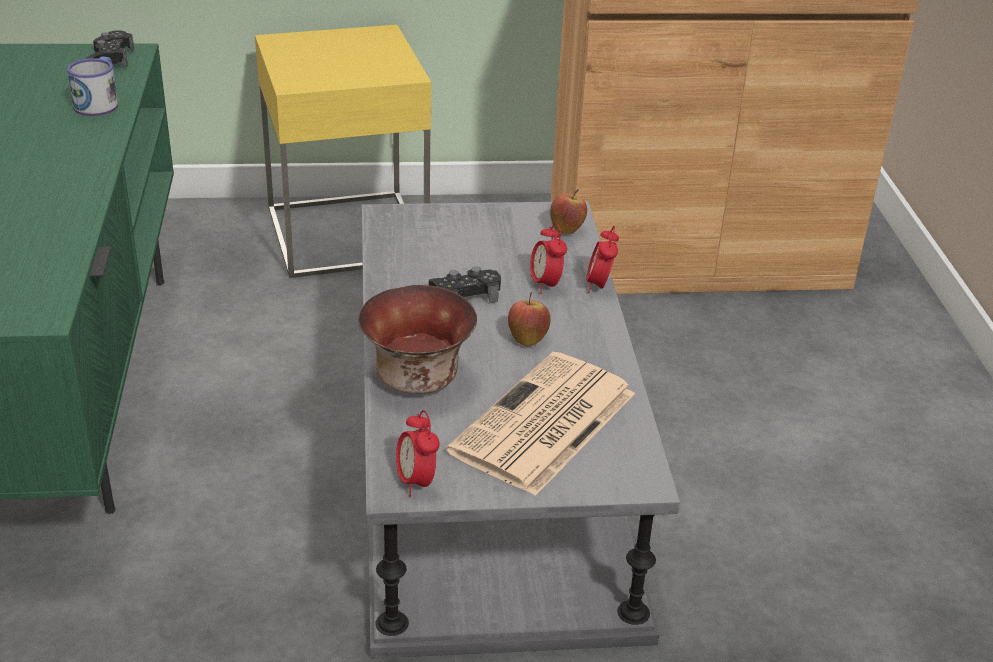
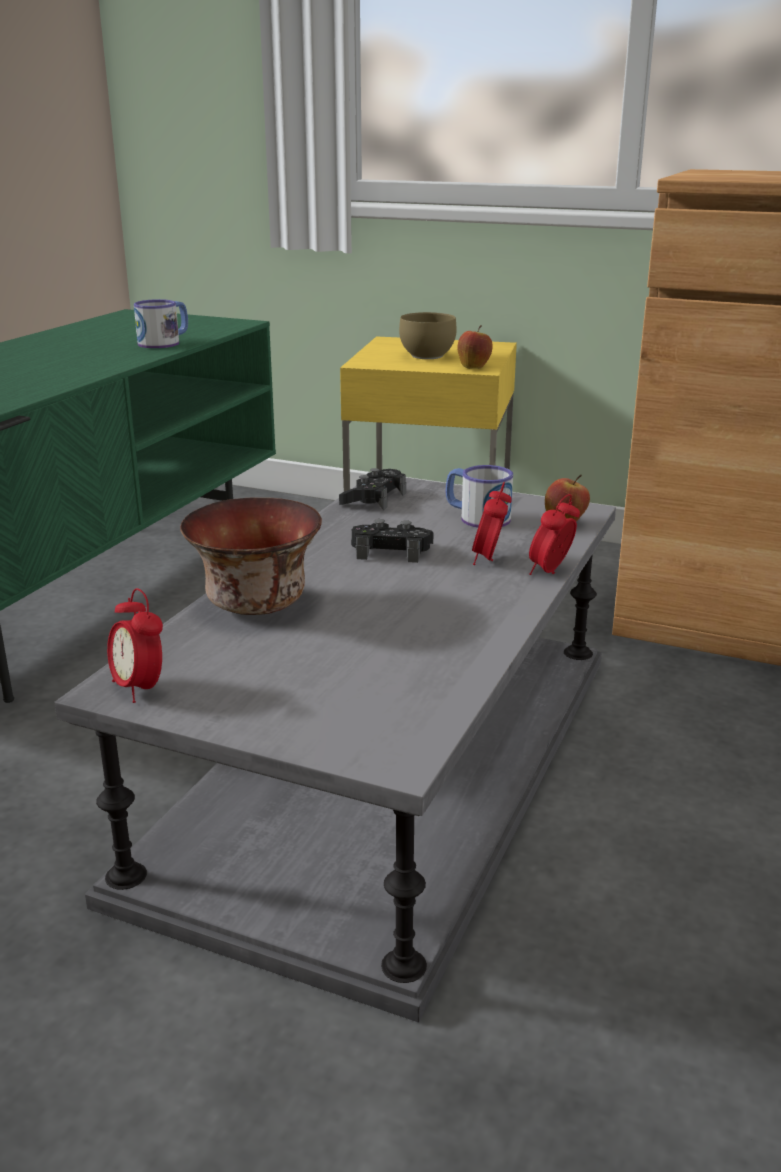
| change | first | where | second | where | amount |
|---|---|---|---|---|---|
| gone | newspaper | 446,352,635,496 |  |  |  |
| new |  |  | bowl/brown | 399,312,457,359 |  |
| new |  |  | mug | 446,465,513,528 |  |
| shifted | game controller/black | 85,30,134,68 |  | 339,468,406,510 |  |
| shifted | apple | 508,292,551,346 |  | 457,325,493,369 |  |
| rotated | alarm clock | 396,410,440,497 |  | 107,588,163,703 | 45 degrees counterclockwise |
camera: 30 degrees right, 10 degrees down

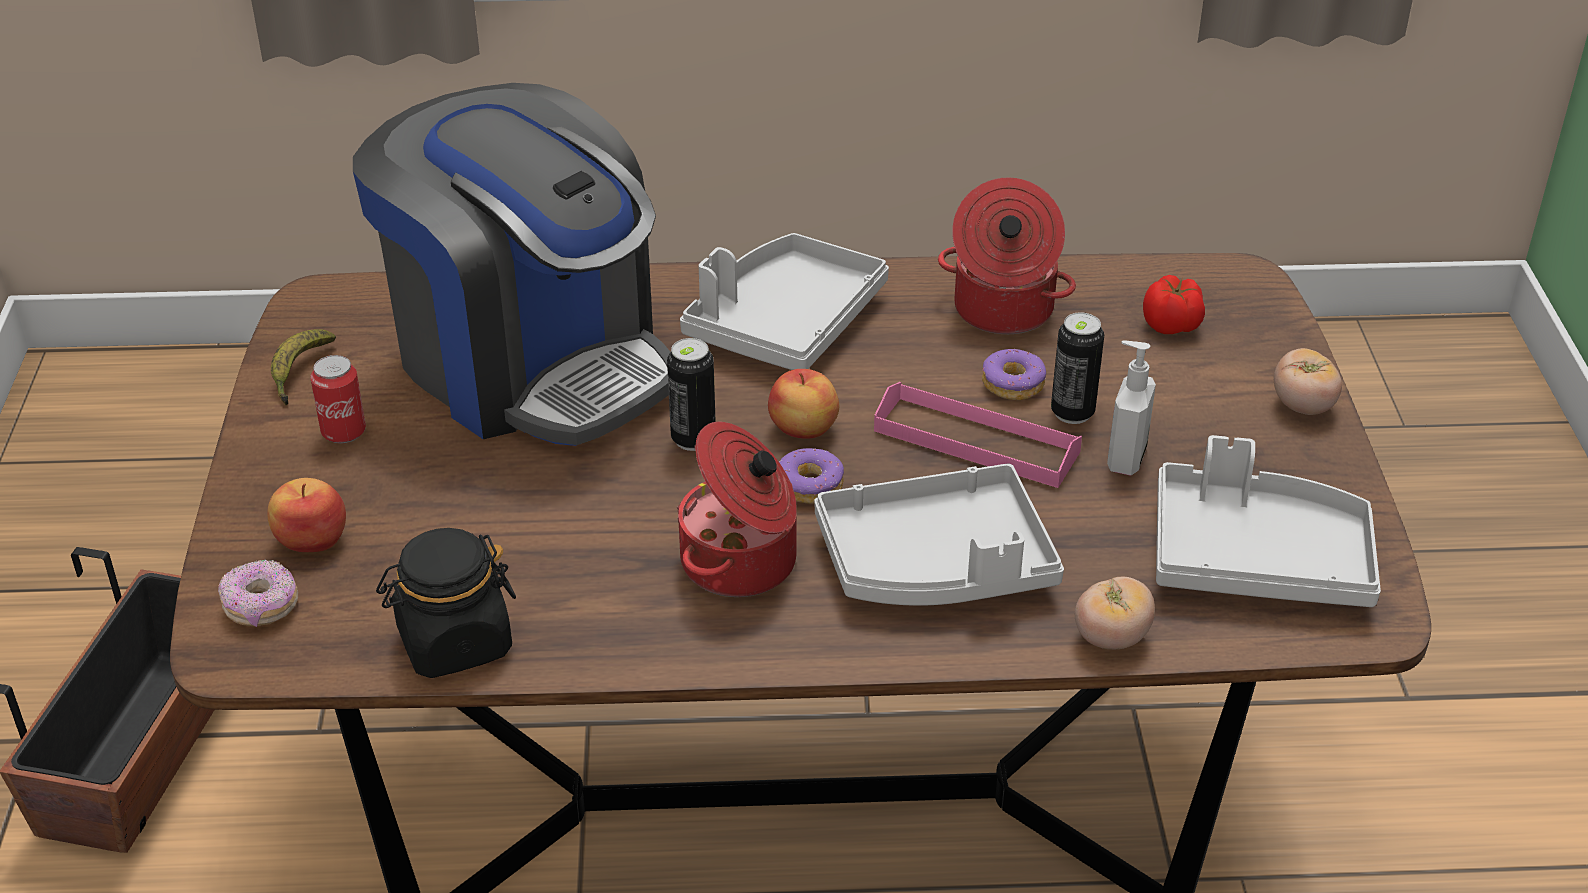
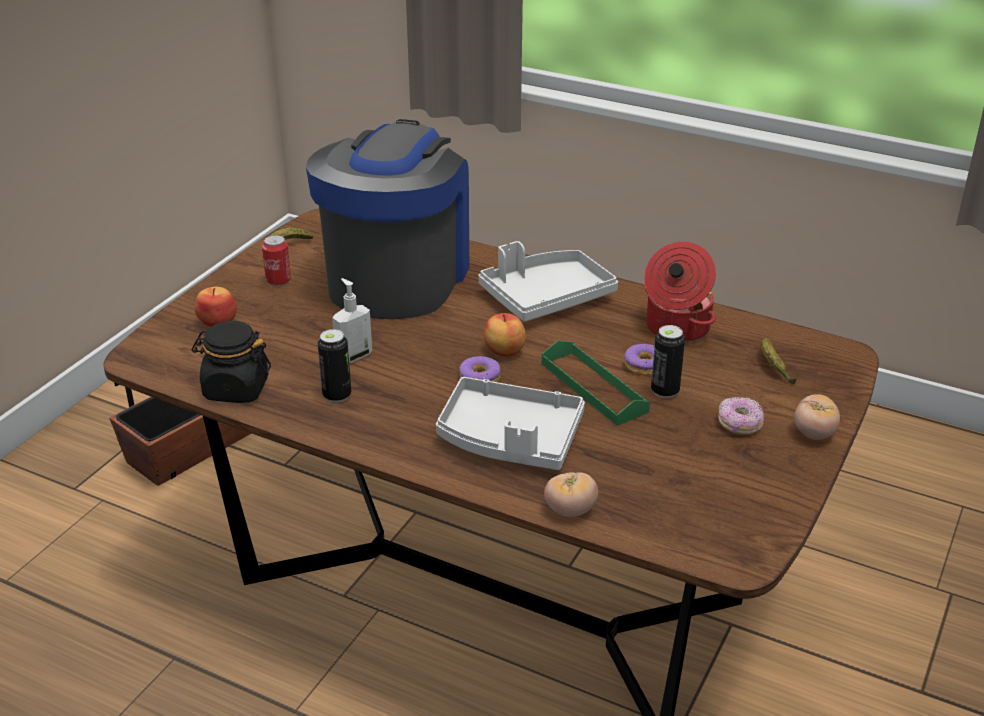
| change | first | where | second | where | amount |
|---|---|---|---|---|---|
| gone | cooking pot | 677,422,797,597 |  |  |  |
| gone | tray/grey | 1156,435,1381,607 |  |  |  |
| shifted | donut | 218,559,298,627 |  | 718,397,764,434 |  |
| shifted | can | 667,338,716,451 |  | 318,329,351,403 |  |
| shifted | soap dispenser | 1107,341,1156,476 |  | 332,278,372,363 |  |
| swapped | tomato | 1143,275,1205,334 | banana | 761,338,796,384 |  |
| repainted | tray/pink | 874,382,1082,488 | tray/green | 542,340,650,426 |  |
| rotated | coffee machine | 353,83,670,446 |  | 306,119,469,320 | 150 degrees counterclockwise |
camera: 30 degrees right, 5 degrees down

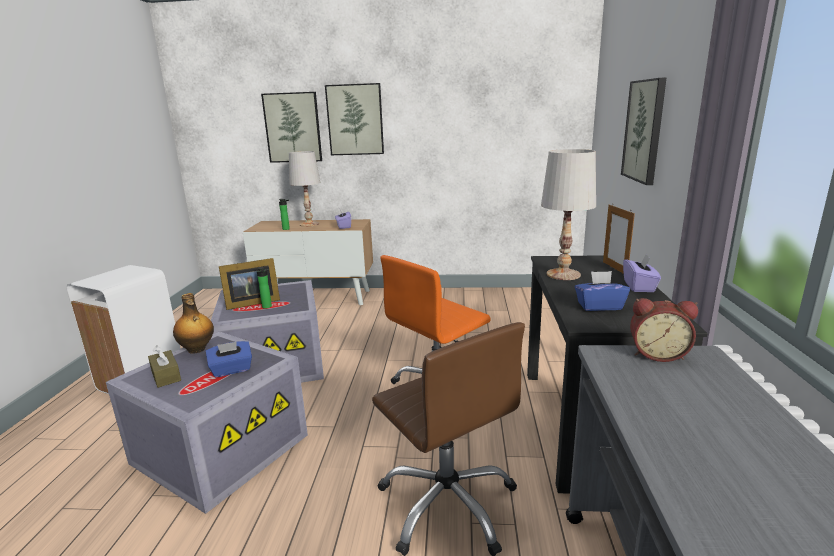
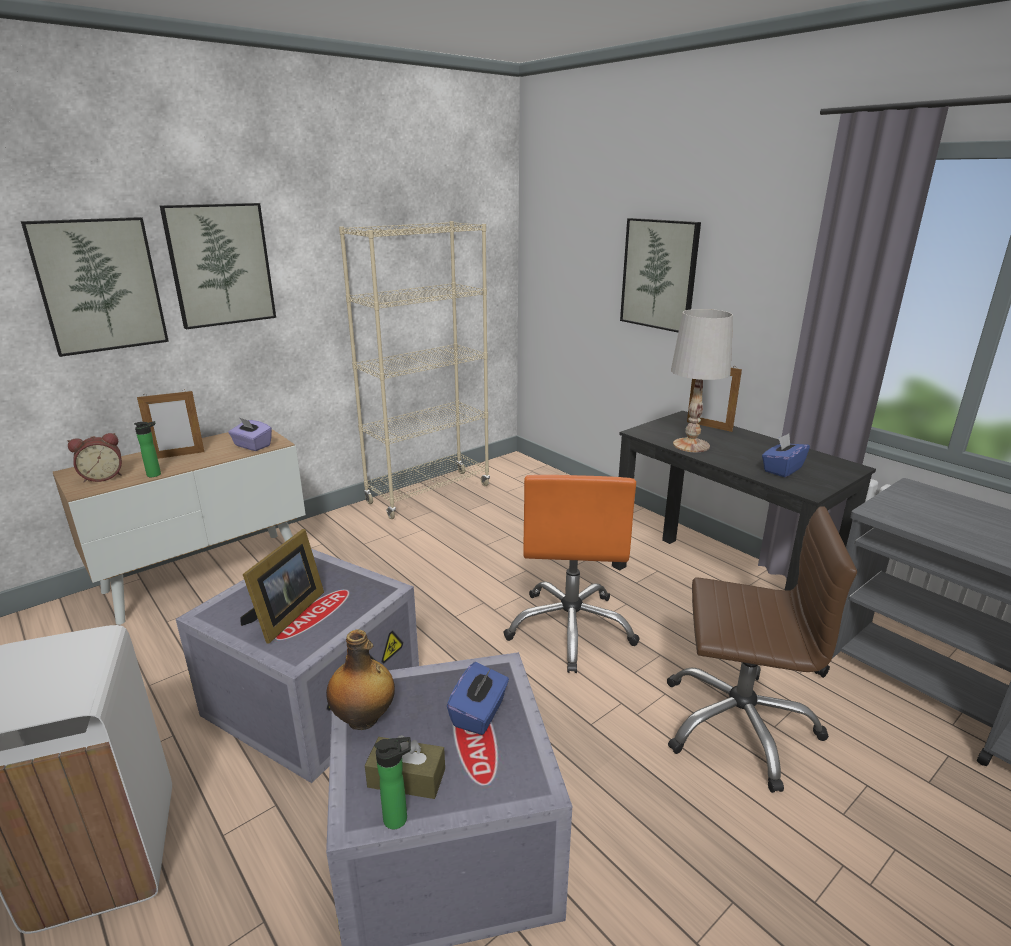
| change | first | where | second | where | amount |
|---|---|---|---|---|---|
| gone | tissue box/purple | 623,254,661,292 |  |  |  |
| new |  |  | bookcase/beige | 339,221,490,519 |  |
| shifted | bottle | 257,267,272,308 |  | 374,737,411,829 |  |
| shifted | alarm clock | 630,298,698,362 |  | 68,433,122,482 |  |
| swapped | table lamp/white | 289,151,320,227 | picture frame | 137,390,204,459 |  |
camera: 45 degrees left, 5 degrees up

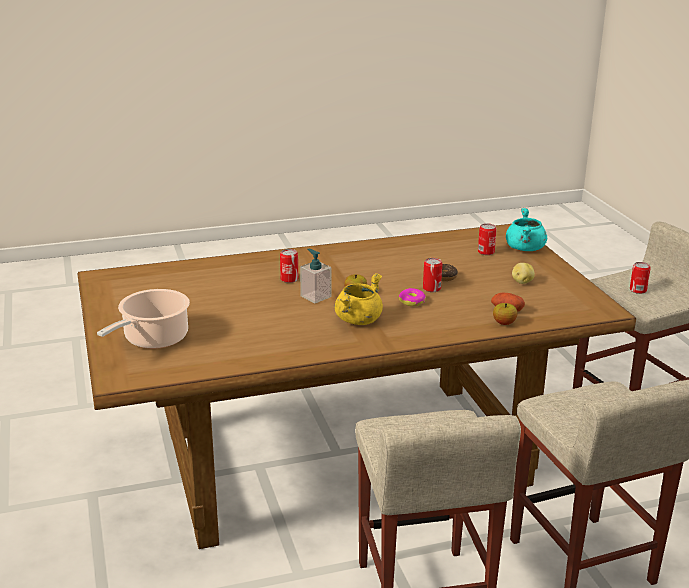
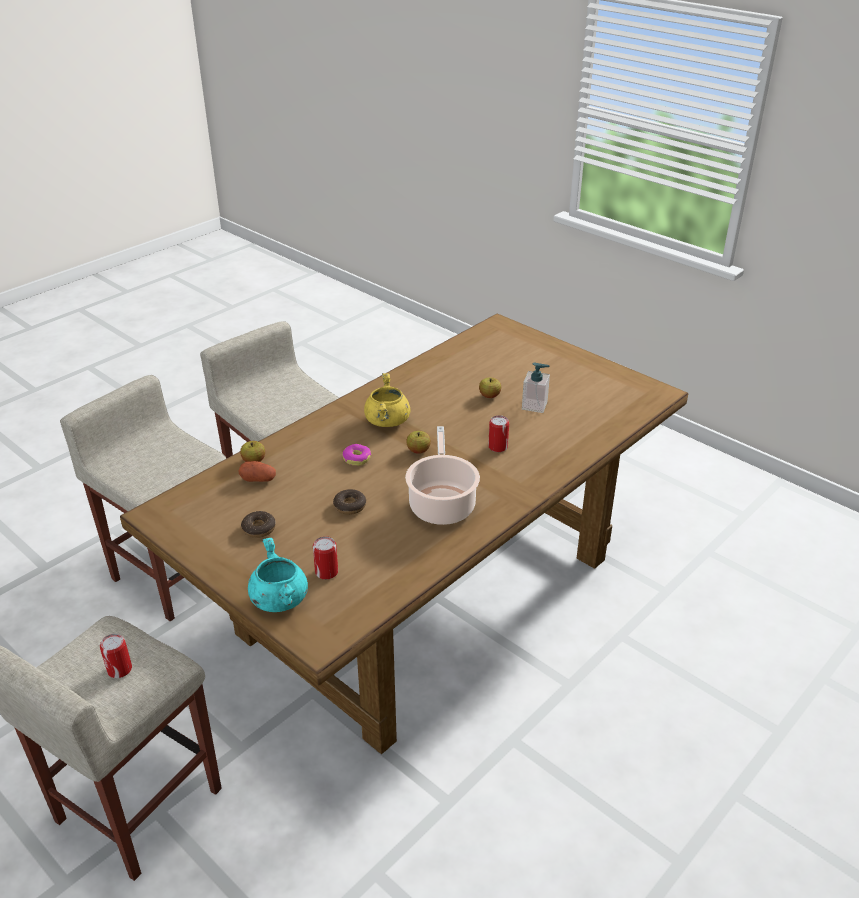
| change | first | where | second | where | amount |
|---|---|---|---|---|---|
| gone | can | 423,258,442,292 |  |  |  |
| new |  |  | apple | 479,377,501,398 |  |
| shifted | cooking pot | 97,289,190,349 |  | 405,426,480,525 |  |
| shifted | soap dispenser | 300,249,331,303 |  | 522,362,550,413 |  |
| swapped | potato | 512,263,535,284 | donut | 241,511,276,538 |  |
camera: 150 degrees right, 10 degrees up

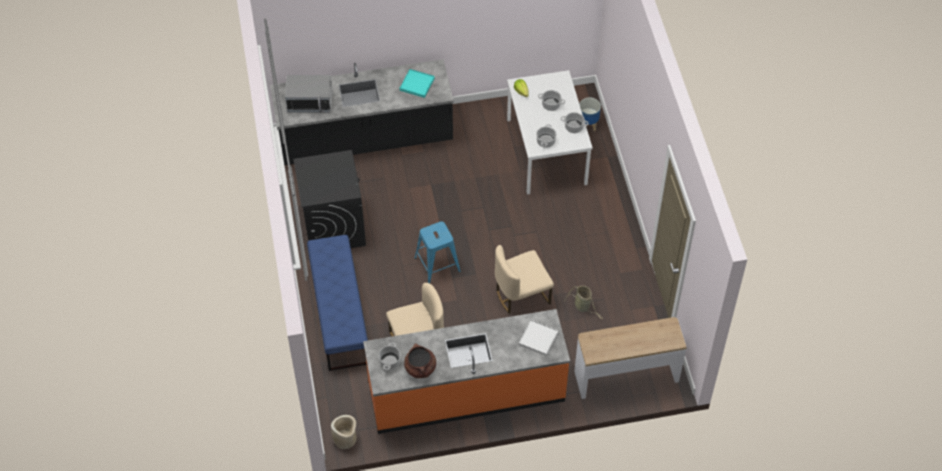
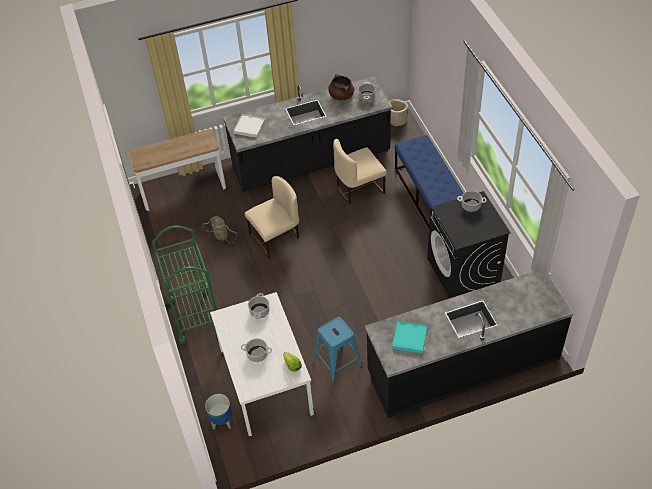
| change | first | where | second | where | amount |
|---|---|---|---|---|---|
| gone | microwave | 285,75,333,112 |  |  |  |
| new |  |  | cart/green | 152,225,217,344 |  |
| shifted | stool/blue | 415,221,461,284 |  | 313,317,362,383 |  |
| shifted | cooking pot | 561,112,589,133 |  | 457,191,487,212 |  |
| repainted | counter/orange | 363,309,570,434 | counter/black | 223,77,392,192 |  |
camera: 175 degrees right, 5 degrees down

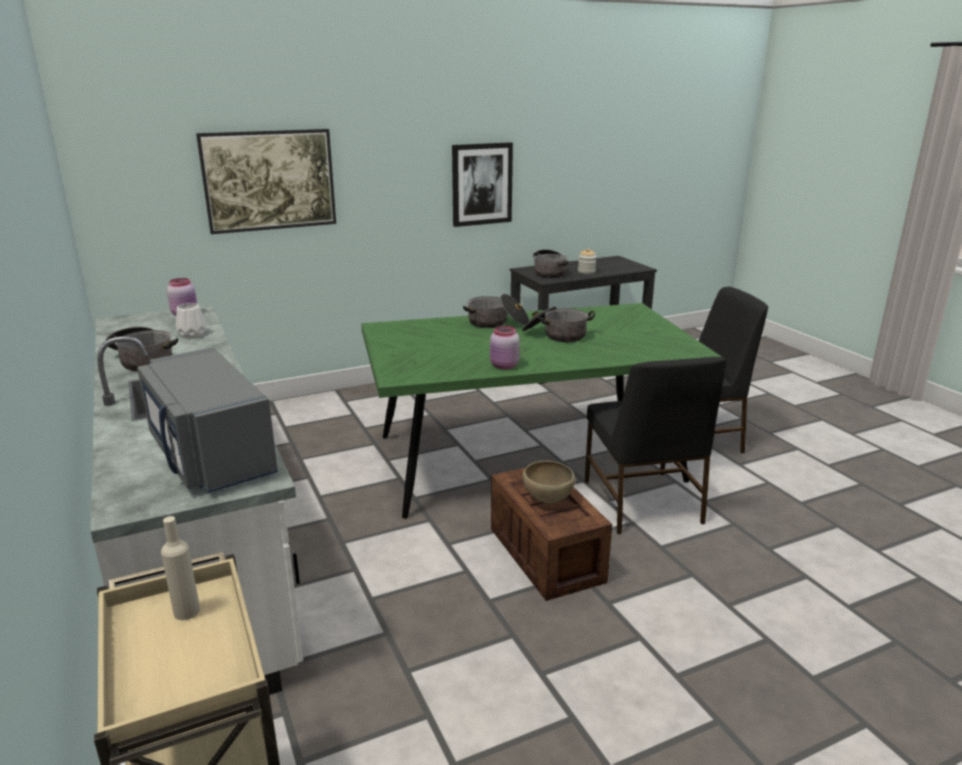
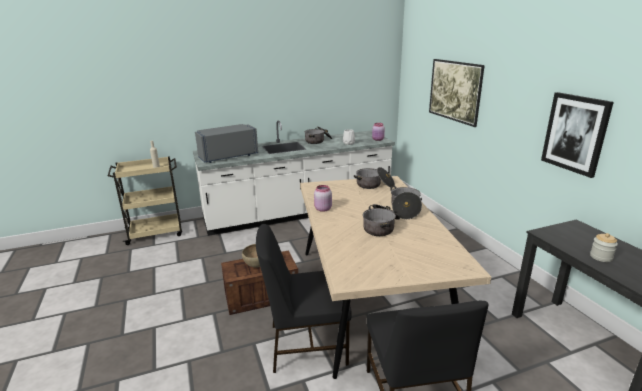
| change | first | where | second | where | amount |
|---|---|---|---|---|---|
| shifted | cooking pot | 533,249,568,278 |  | 354,167,395,189 |  |
| repainted | dining table/green | 361,303,722,519 | dining table/beige | 300,176,491,379 |  |
camera: 95 degrees right, 0 degrees up

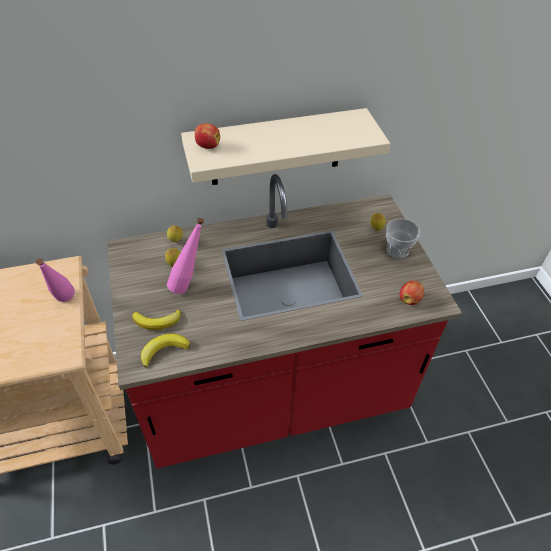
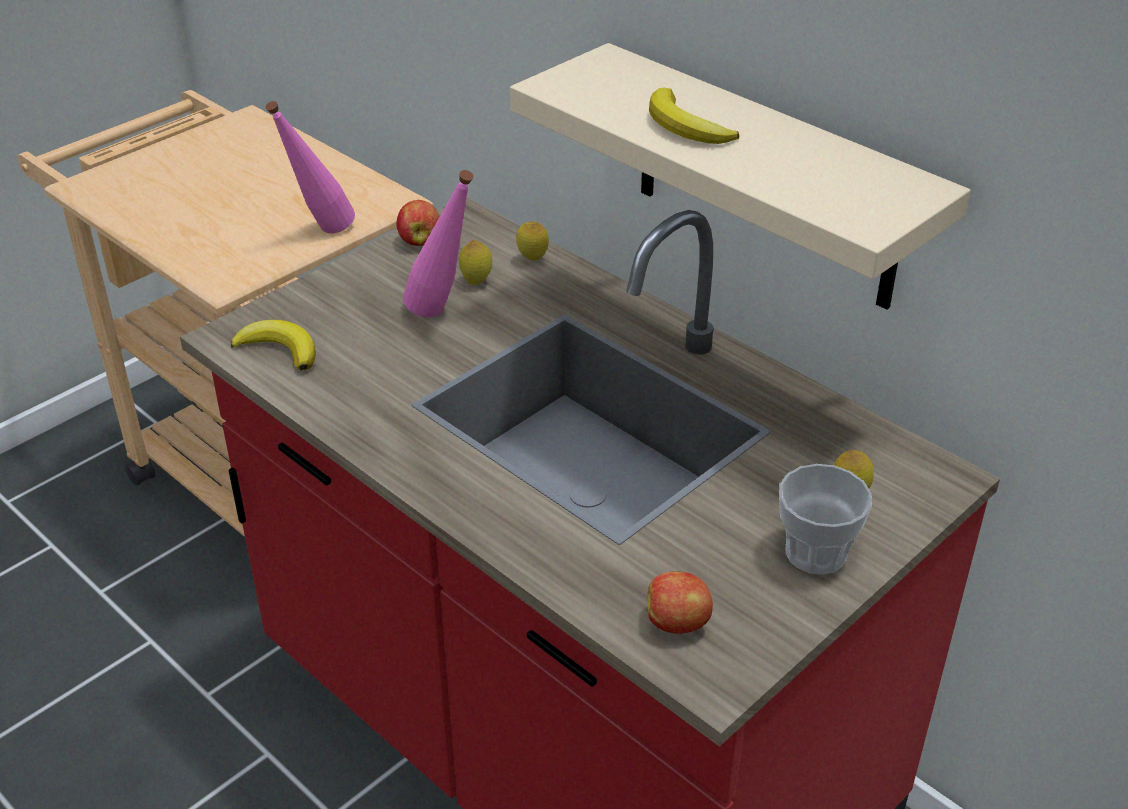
| change | first | where | second | where | amount |
|---|---|---|---|---|---|
| shifted | banana | 132,310,181,330 |  | 649,88,739,144 |  |
| shifted | apple | 195,123,220,149 |  | 396,200,439,246 |  |
camera: 60 degrees right, 10 degrees down

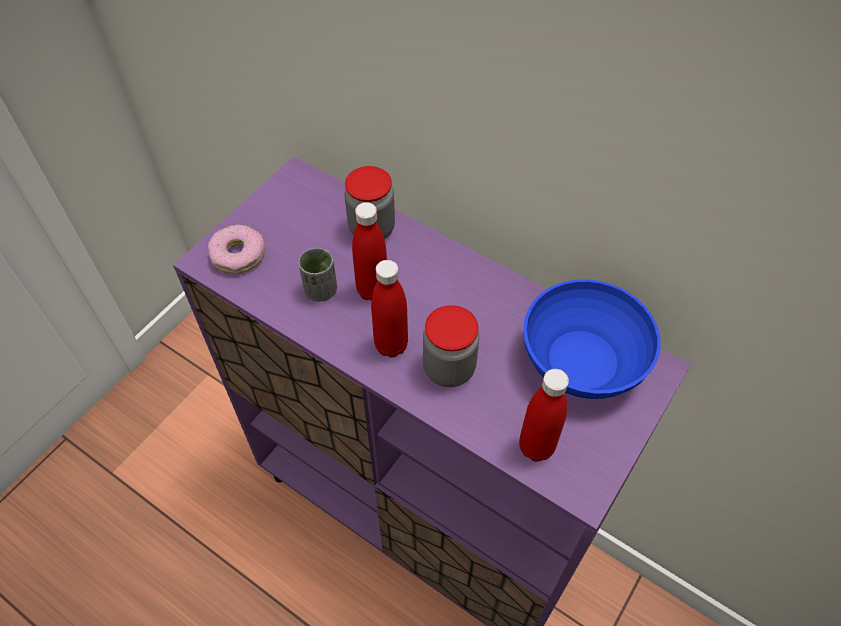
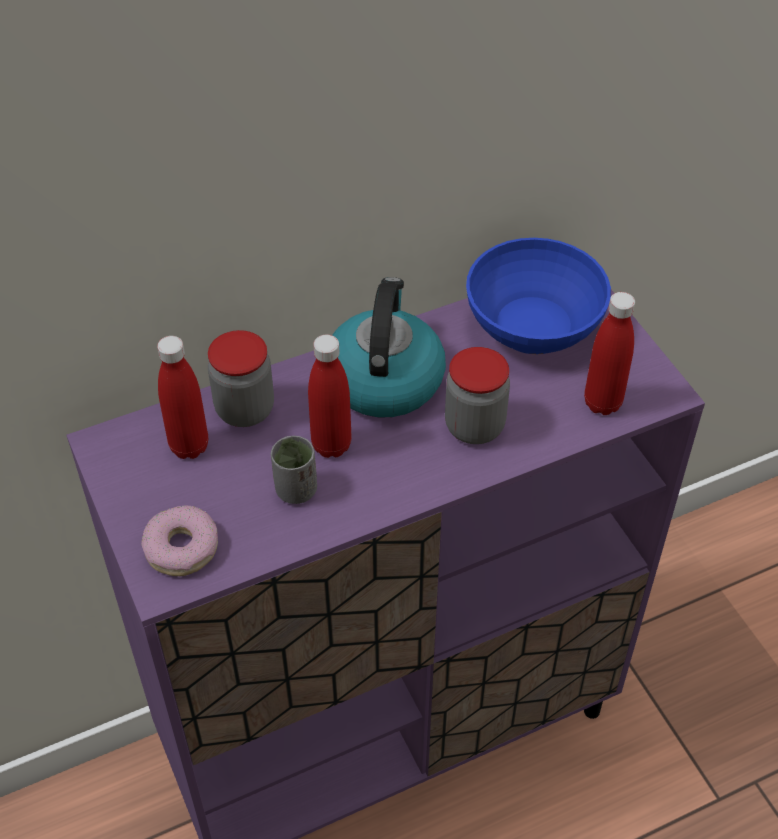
| change | first | where | second | where | amount |
|---|---|---|---|---|---|
| new |  |  | kettle | 332,277,446,417 |  |
| shifted | bottle/red | 371,260,408,358 |  | 157,336,208,459 |  |
camera: 60 degrees left, 5 degrees down

